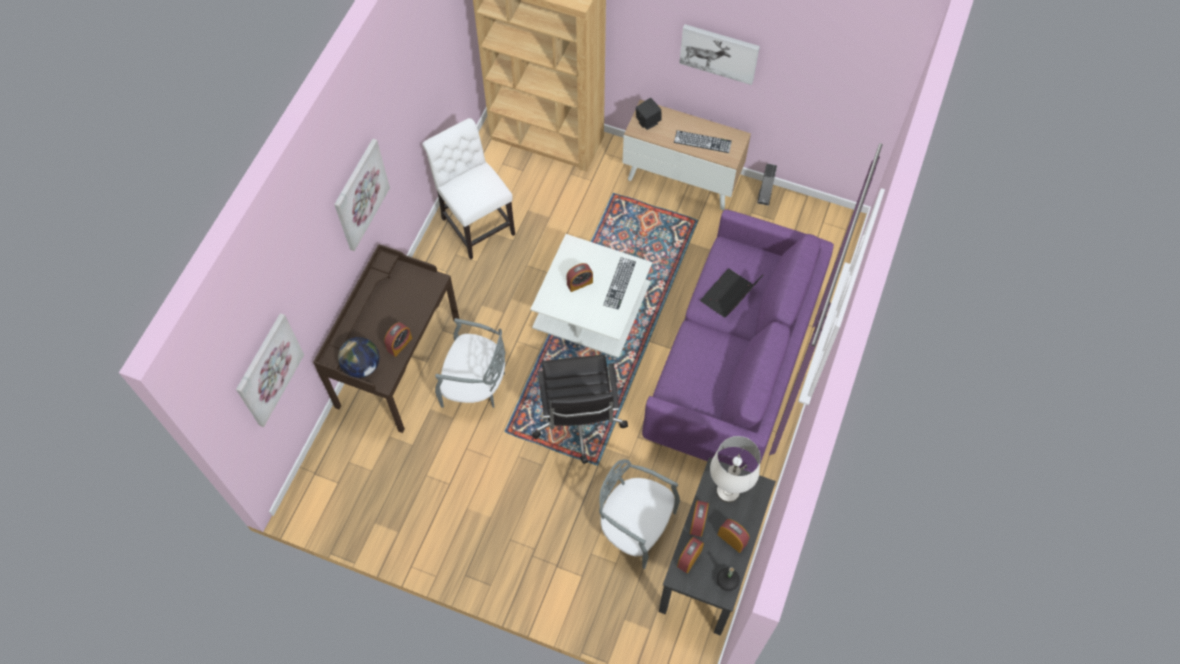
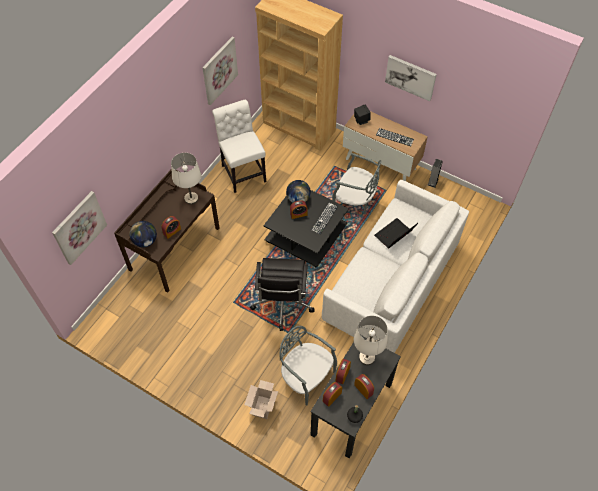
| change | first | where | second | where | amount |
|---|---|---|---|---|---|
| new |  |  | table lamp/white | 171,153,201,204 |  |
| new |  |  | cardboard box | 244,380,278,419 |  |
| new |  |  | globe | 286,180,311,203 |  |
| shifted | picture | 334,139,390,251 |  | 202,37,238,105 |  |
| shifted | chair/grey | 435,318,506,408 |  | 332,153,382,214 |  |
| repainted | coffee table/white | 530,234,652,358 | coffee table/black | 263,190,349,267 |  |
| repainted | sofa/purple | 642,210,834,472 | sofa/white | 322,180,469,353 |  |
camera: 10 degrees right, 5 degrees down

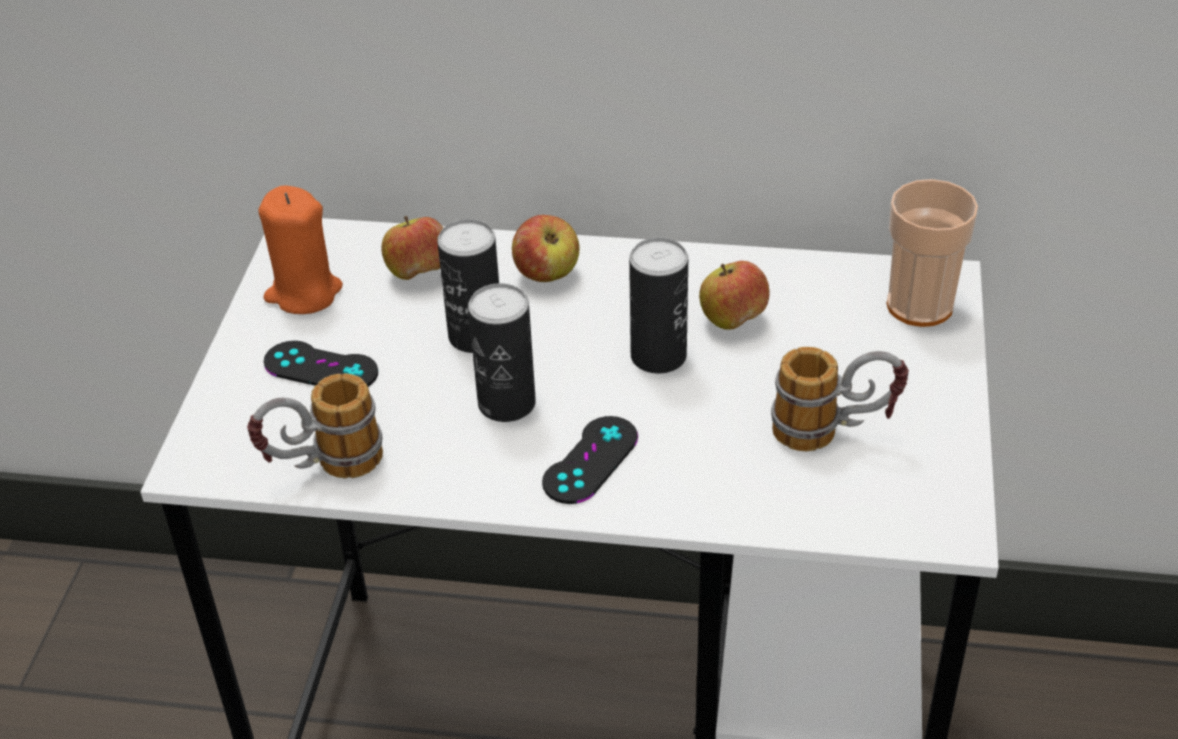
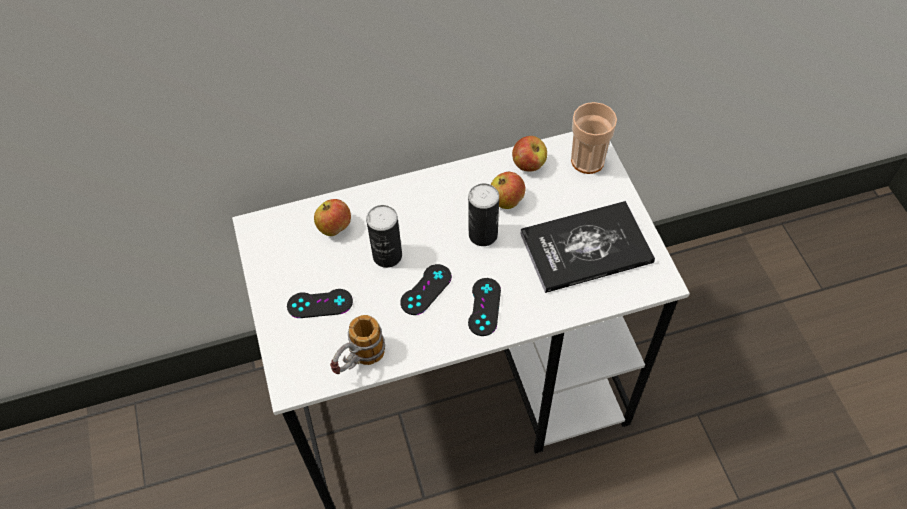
| change | first | where | second | where | amount |
|---|---|---|---|---|---|
| gone | candle/orange | 259,185,343,314 |  |  |  |
| shifted | apple | 512,215,580,282 |  | 512,136,547,172 |  |
| swapped | can | 468,283,536,422 | game controller/black | 400,264,452,315 |  |
| swapped | mug | 771,347,909,451 | book | 520,201,655,293 |  |
camera: 25 degrees left, 15 degrees up

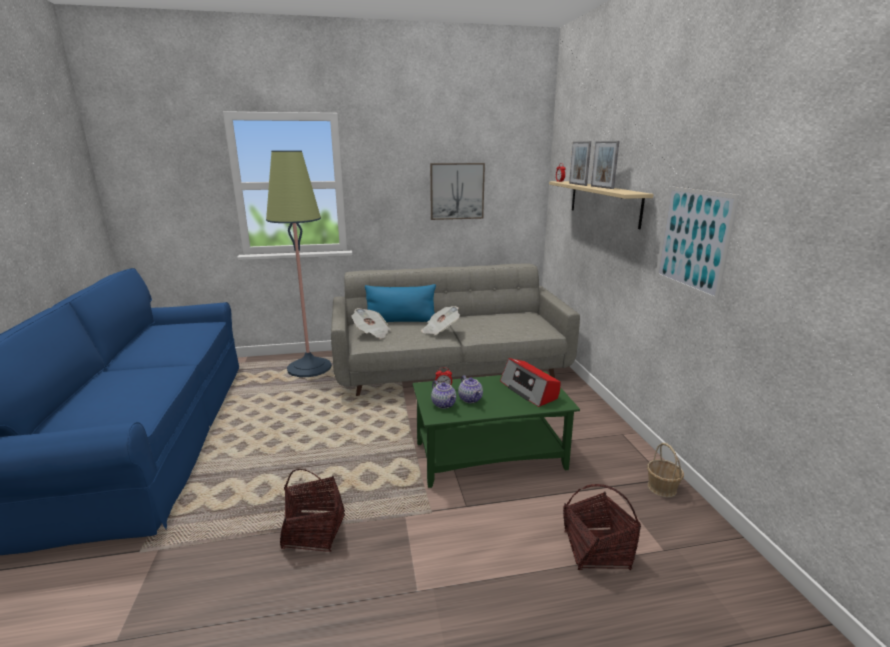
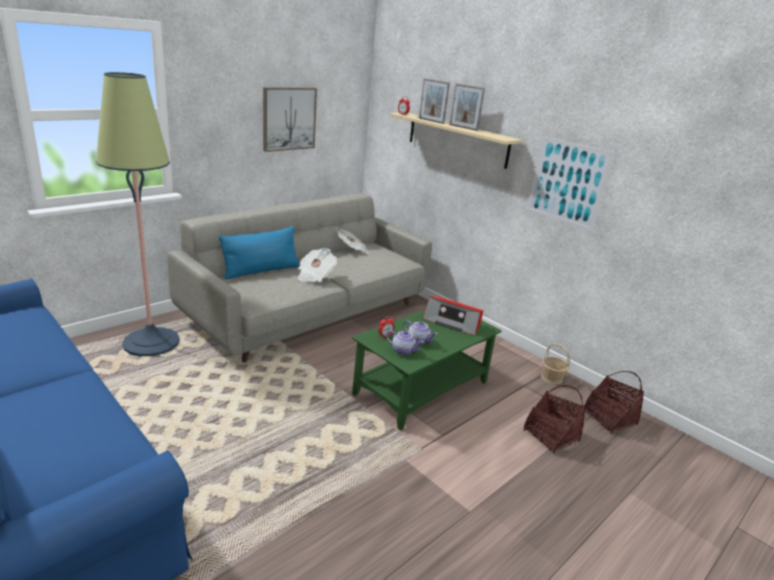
| change | first | where | second | where | amount |
|---|---|---|---|---|---|
| shifted | basket | 280,469,345,552 |  | 584,371,644,434 |  |
| shifted | newspaper | 351,308,391,339 |  | 335,228,369,254 |  |
camera: 35 degrees left, 5 degrees up

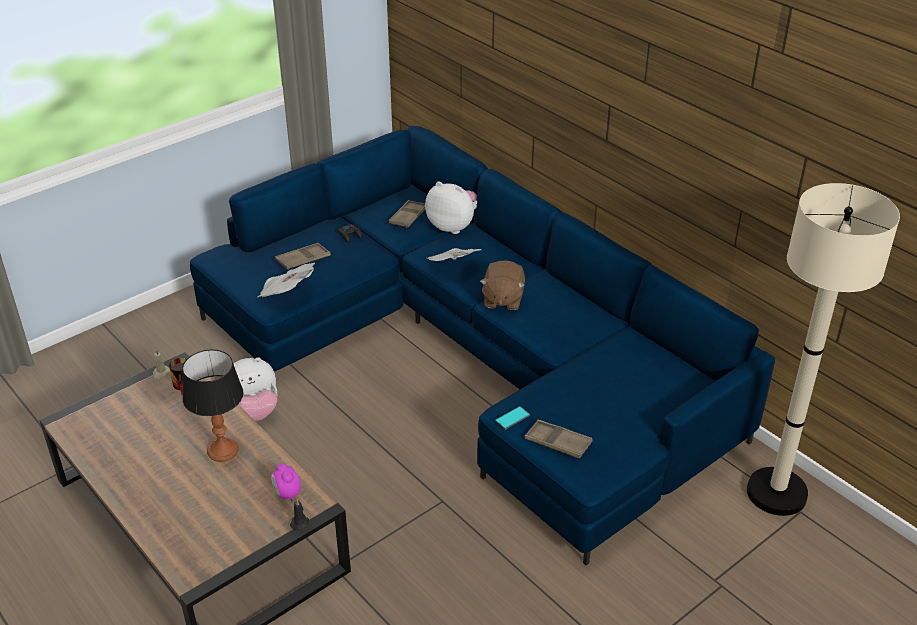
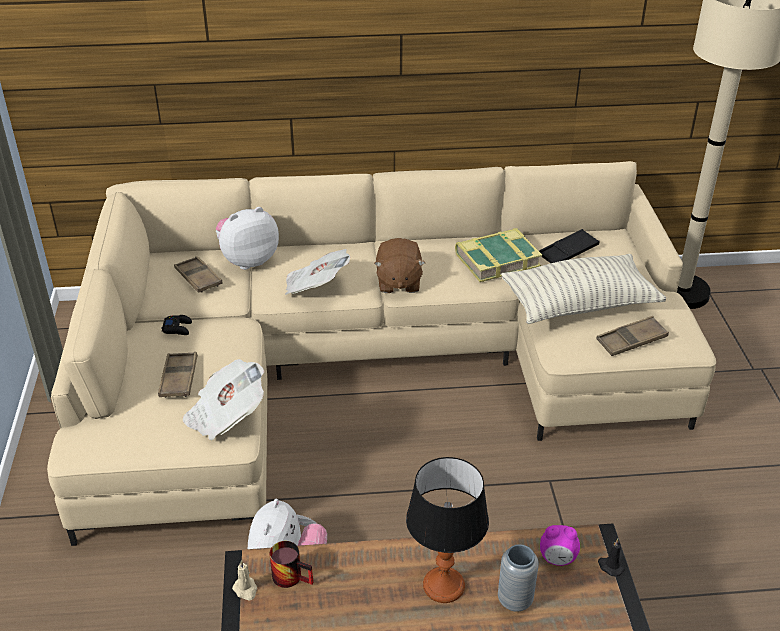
| change | first | where | second | where | amount |
|---|---|---|---|---|---|
| gone | phone | 495,406,530,430 |  |  |  |
| new |  |  | book | 455,228,542,282 |  |
| new |  |  | vase/grey | 498,544,539,612 |  |
| new |  |  | pillow | 501,254,666,324 |  |
| new |  |  | tray/black | 539,229,599,263 |  |
| repainted | sofa/blue | 190,126,775,565 | sofa/beige | 47,161,716,546 |  |
| rotated | plush toy/brown | 480,260,525,310 |  | 374,238,425,293 | 45 degrees clockwise |
camera: 55 degrees left, 0 degrees up

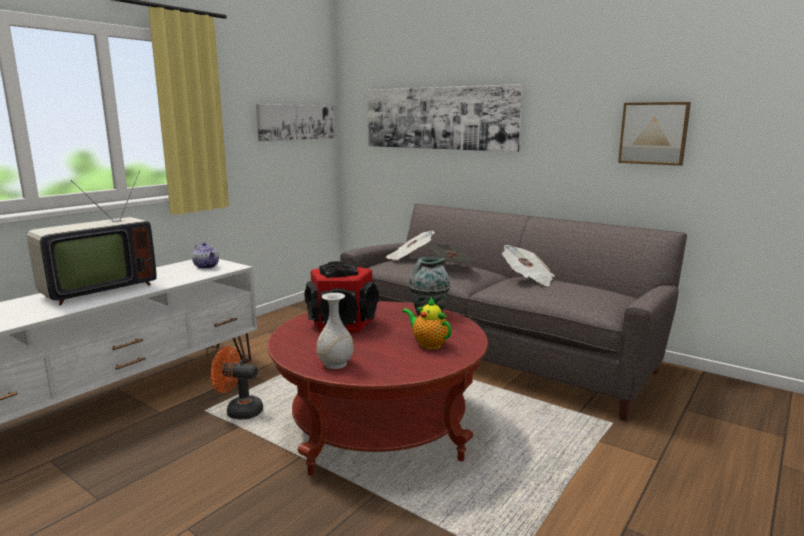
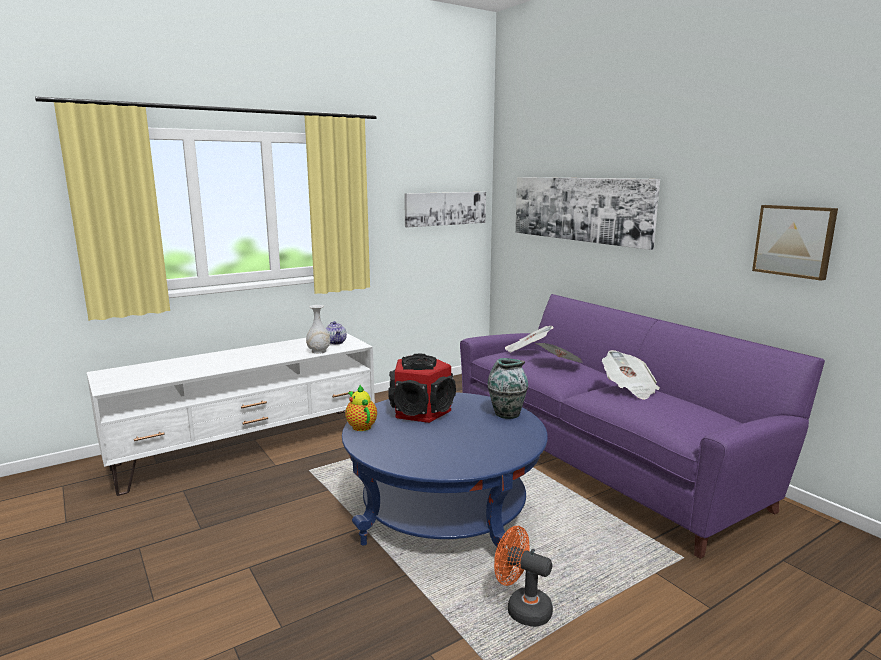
| change | first | where | second | where | amount |
|---|---|---|---|---|---|
| gone | television | 27,171,157,305 |  |  |  |
| shifted | fan/orange | 211,346,263,419 |  | 494,526,553,627 |  |
| shifted | vase/white | 317,293,354,369 |  | 306,305,330,354 |  |
| shifted | teapot | 402,298,452,349 |  | 345,385,377,431 |  |
| repainted | coffee table/red | 267,302,488,476 | coffee table/blue | 342,392,548,552 |  |
| repainted | sofa/grey | 340,204,687,421 | sofa/purple | 460,294,825,559 |  |
camera: 20 degrees right, 0 degrees up

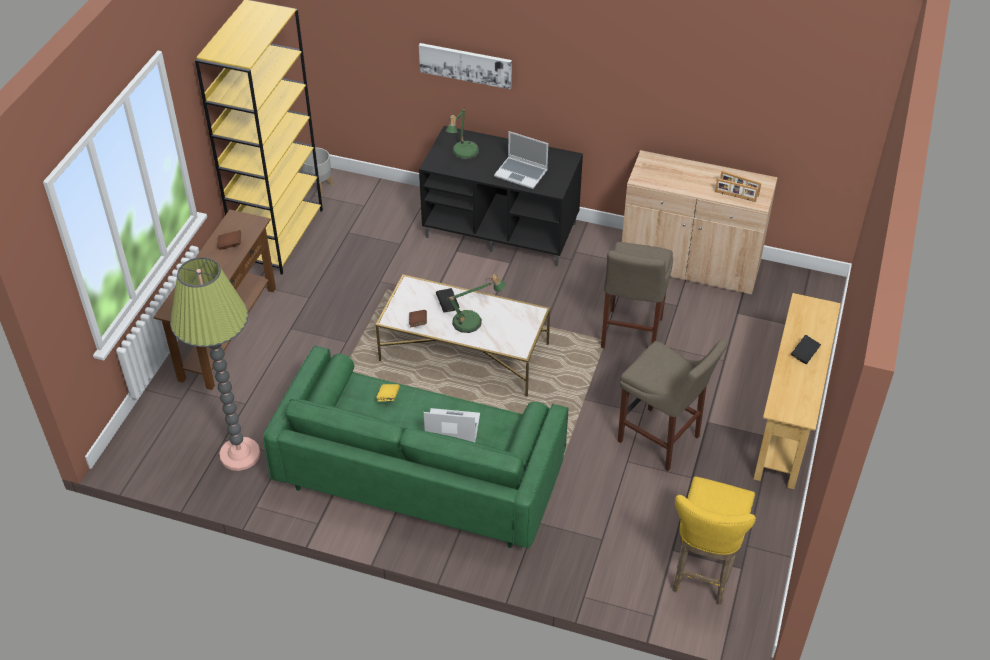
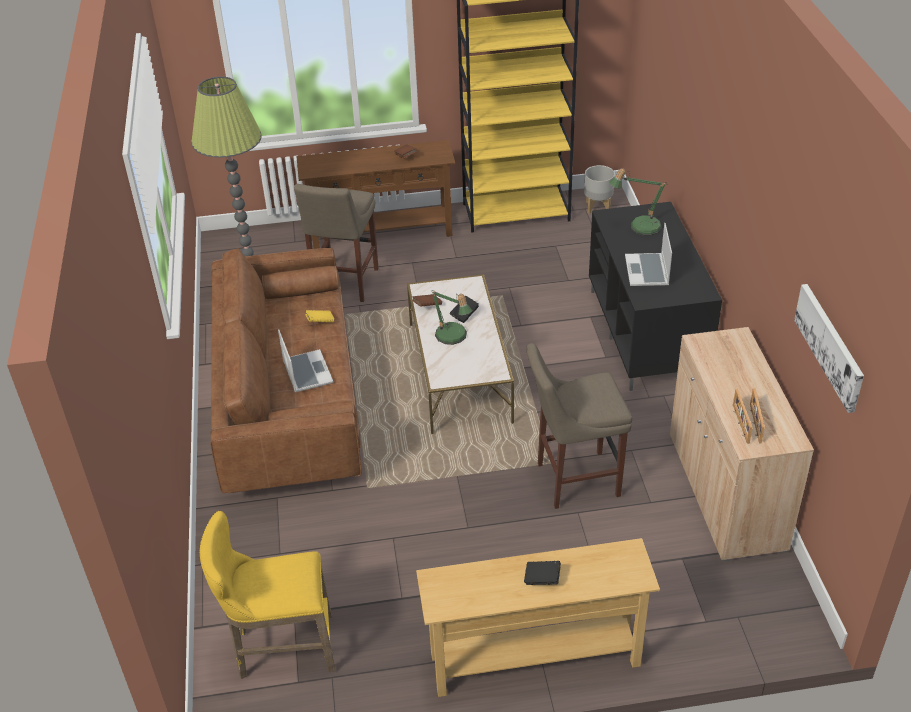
| change | first | where | second | where | amount |
|---|---|---|---|---|---|
| shifted | picture | 419,43,512,89 |  | 794,284,864,413 |  |
| shifted | stool/beige | 618,339,727,471 |  | 294,184,379,302 |  |
| repainted | sofa/green | 263,346,568,549 | sofa/brown | 210,248,362,493 |  |
camera: 65 degrees right, 5 degrees down

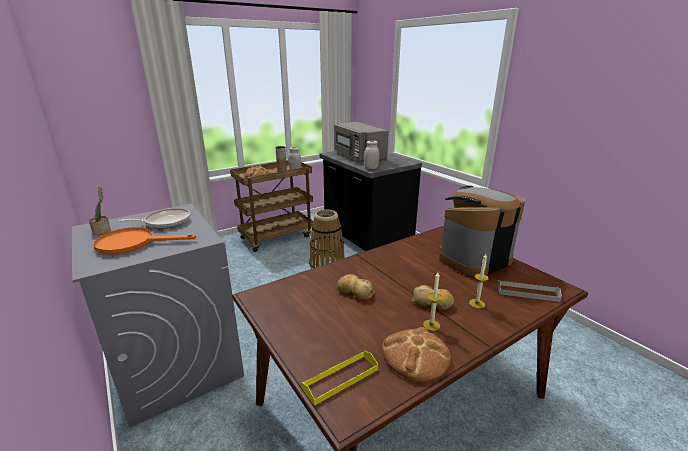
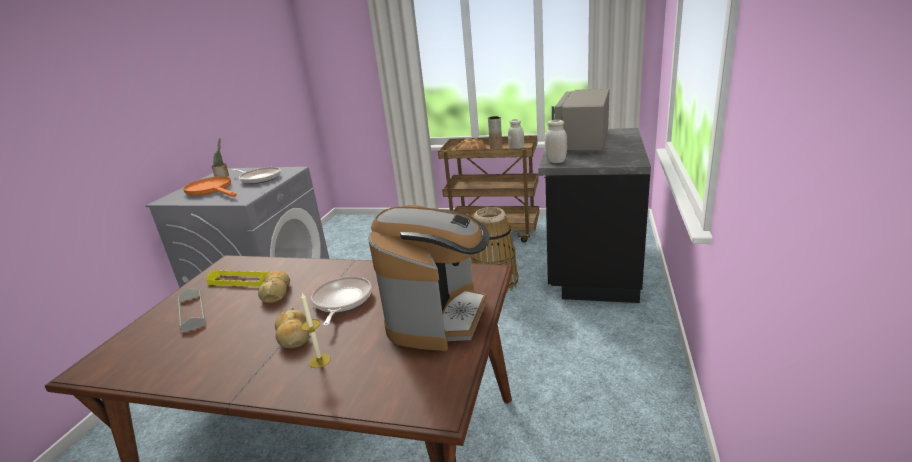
| change | first | where | second | where | amount |
|---|---|---|---|---|---|
| gone | bread | 382,327,451,382 |  |  |  |
| gone | candle | 423,272,442,331 |  |  |  |
| new |  |  | frying pan | 311,276,372,326 |  |
| shifted | tray/yellow | 302,351,378,405 |  | 206,270,270,287 |  |
| shifted | tray/grey | 497,280,562,302 |  | 178,288,206,332 |  |
| rotated | coffee machine | 439,186,525,277 |  | 368,205,490,351 | 90 degrees clockwise |
camera: 50 degrees right, 0 degrees up

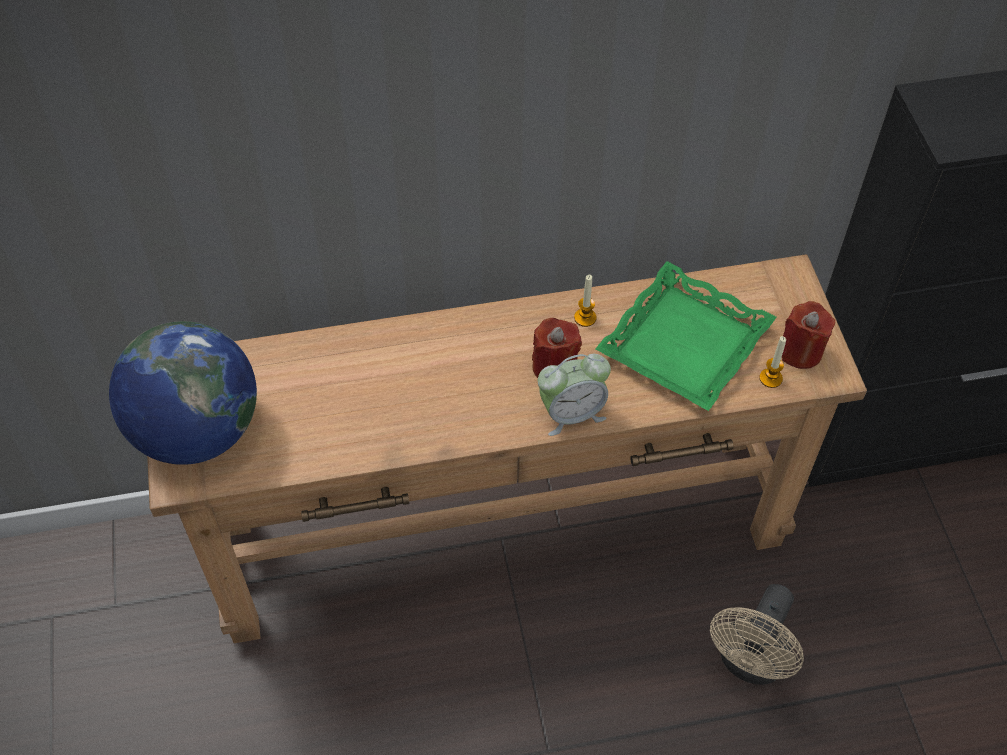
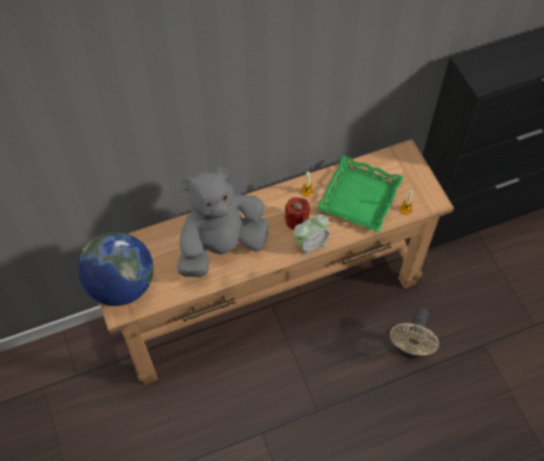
| change | first | where | second | where | amount |
|---|---|---|---|---|---|
| gone | candle/red | 782,301,835,369 |  |  |  |
| new |  |  | plush toy/grey | 177,168,269,277 |  |
camera: 10 degrees left, 5 degrees up

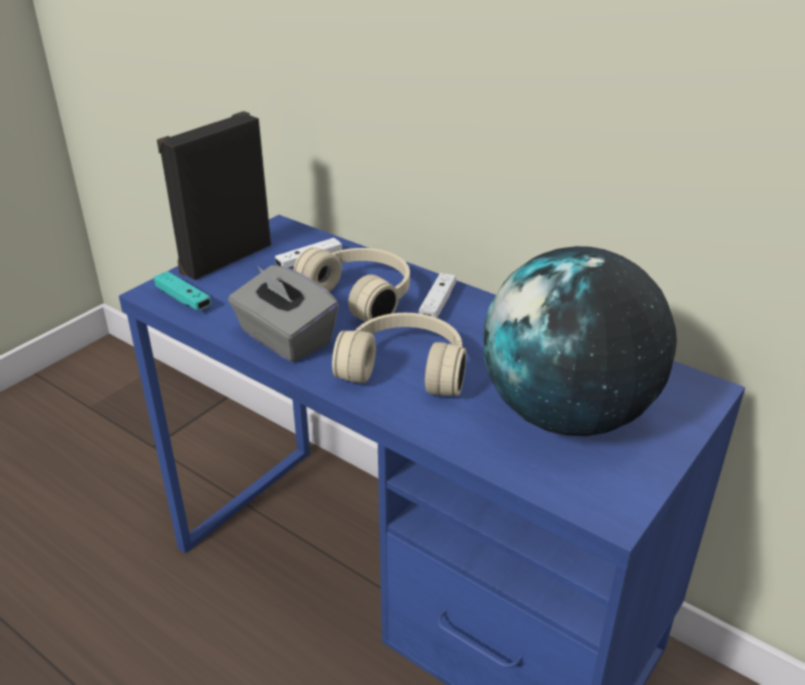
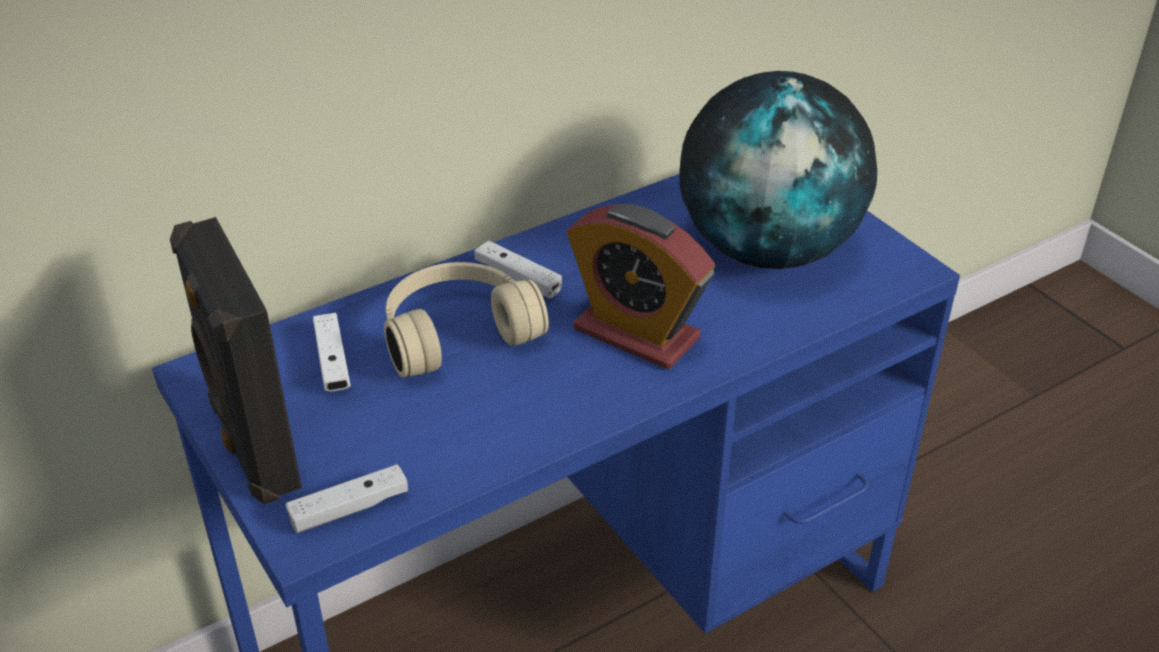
| change | first | where | second | where | amount |
|---|---|---|---|---|---|
| gone | tissue box/grey | 228,265,339,362 |  |  |  |
| swapped | headphones/beige | 332,313,466,396 | alarm clock | 567,204,715,369 |  |
| repainted | game controller/turquoise | 153,271,211,310 | game controller/white | 286,464,408,533 |  |
camera: 70 degrees left, 5 degrees up

